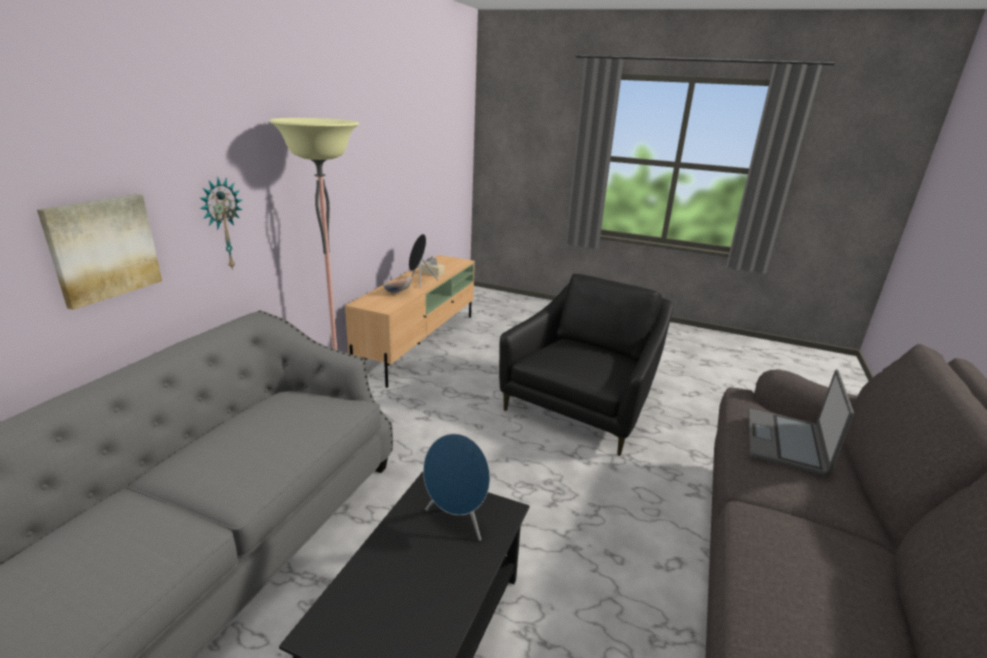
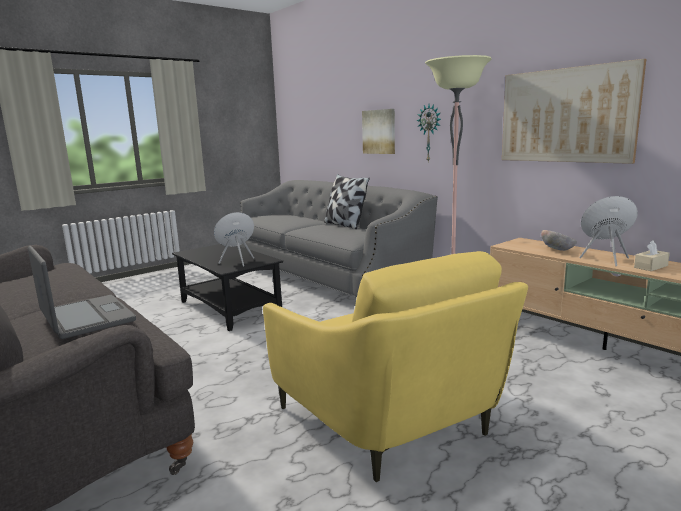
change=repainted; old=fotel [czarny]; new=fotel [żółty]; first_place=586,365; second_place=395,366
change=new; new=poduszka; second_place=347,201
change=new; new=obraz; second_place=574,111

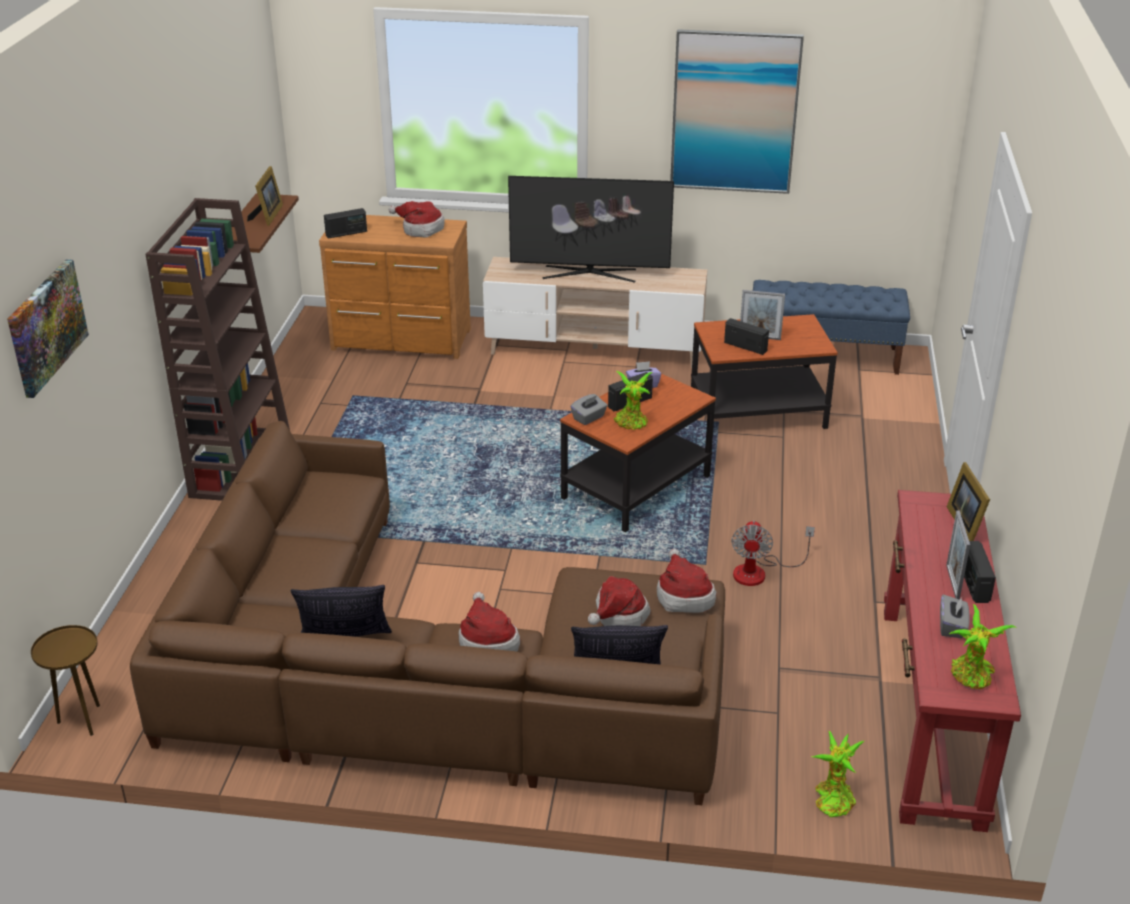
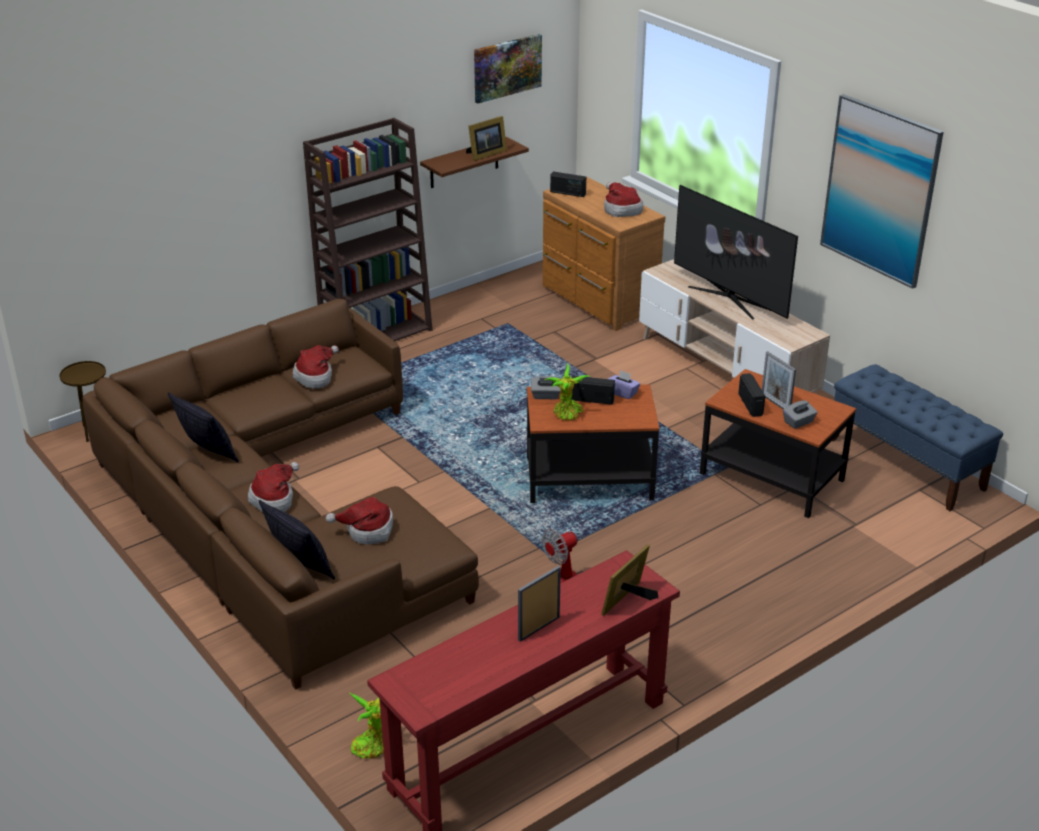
change=shifted; old=kapelusz; first_place=686,581; second_place=316,367
change=shifted; old=obraz; first_place=48,328; second_place=508,68
change=shifted; old=pudełko chusteczek [szary]; first_place=955,616; second_place=800,414
change=gone; old=roślina doniczkowa; first_place=983,646
change=gone; old=radio; first_place=980,572

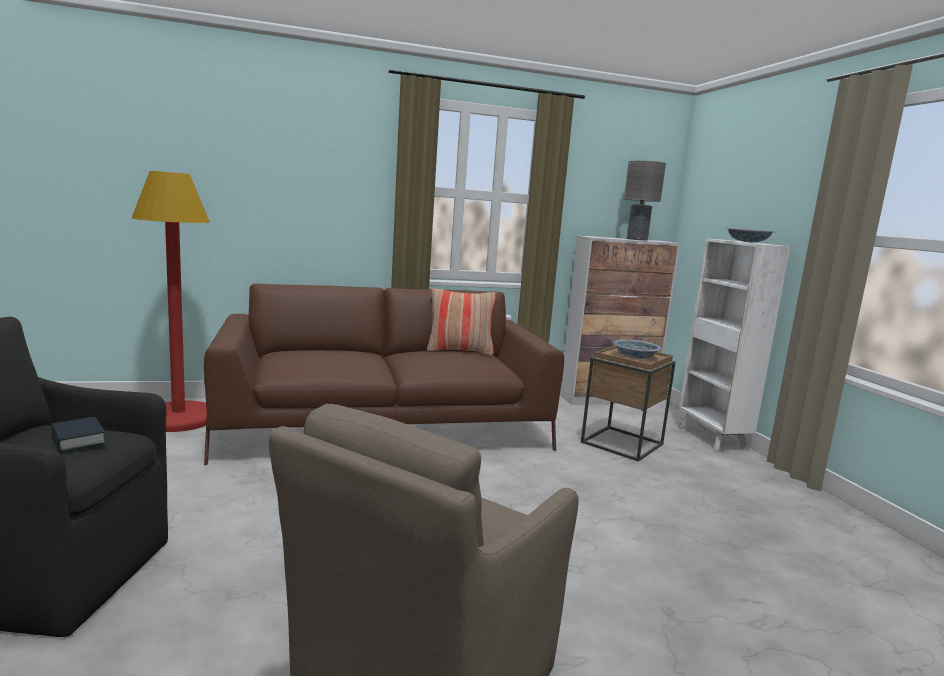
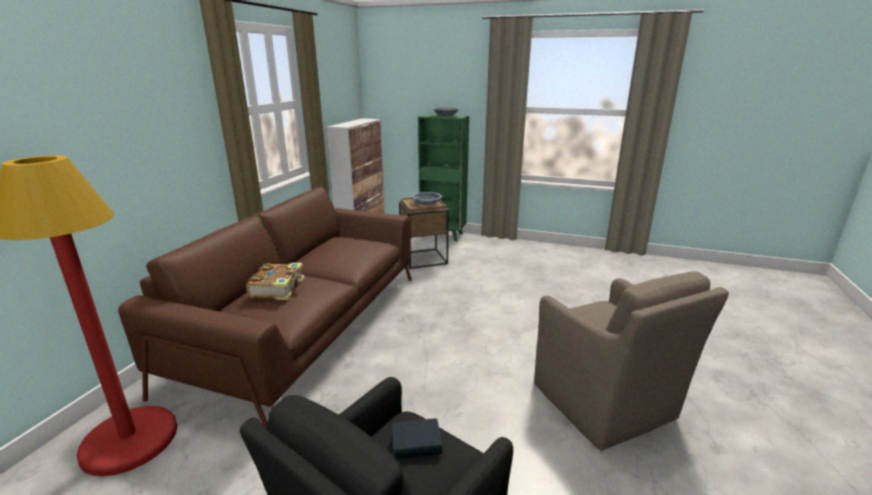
change=new; new=książka; second_place=275,281
change=repainted; old=regał [biały]; new=regał [zielony]; first_place=734,345; second_place=443,177
change=gone; old=poduszka; first_place=462,321
change=gone; old=lampa stołowa [szary]; first_place=645,201

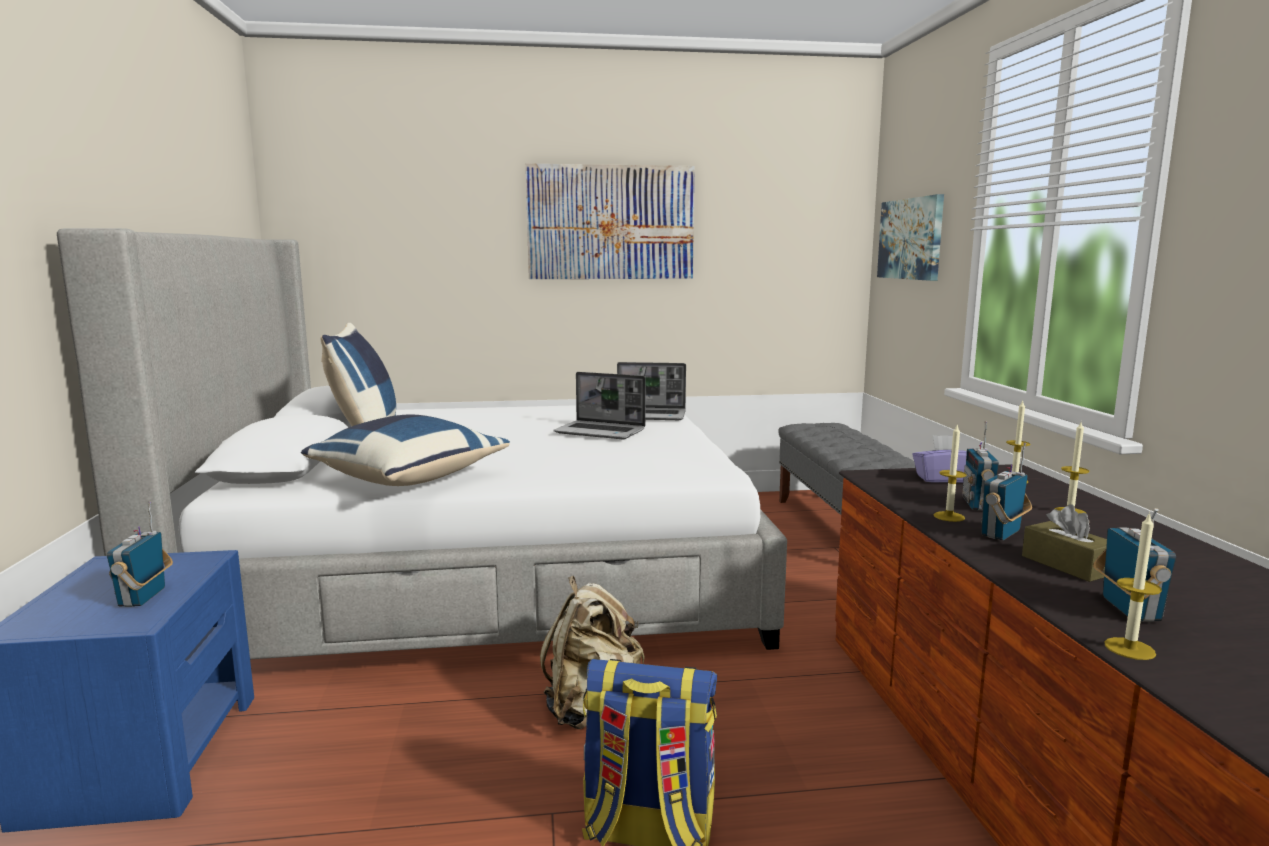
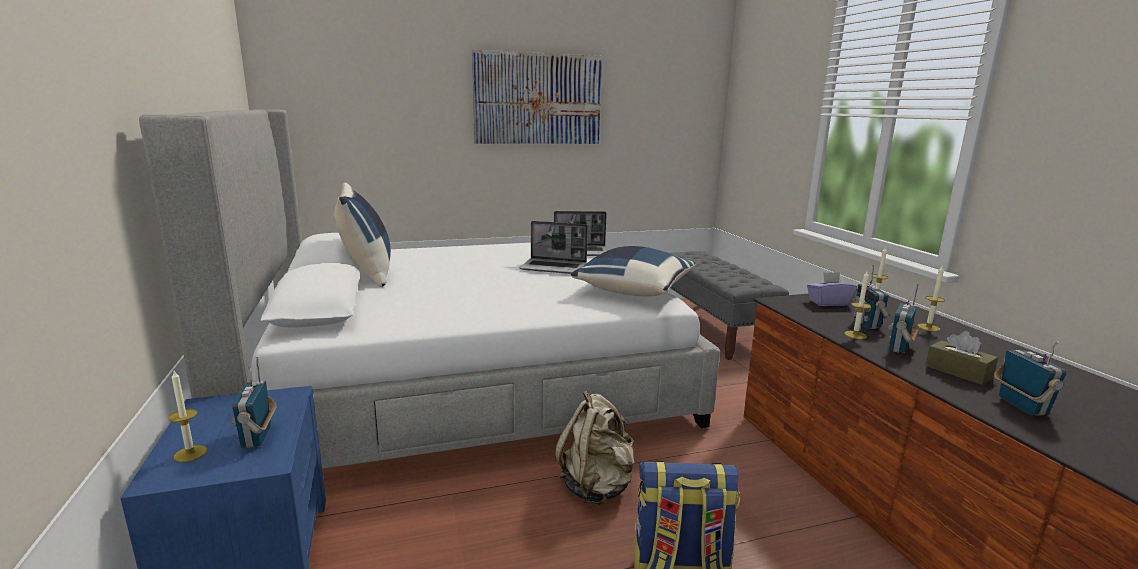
change=shifted; old=świeca; first_place=1133,586; second_place=187,416
change=shifted; old=poduszka [niebieski]; first_place=405,450; second_place=633,271
change=gone; old=obraz; first_place=910,237

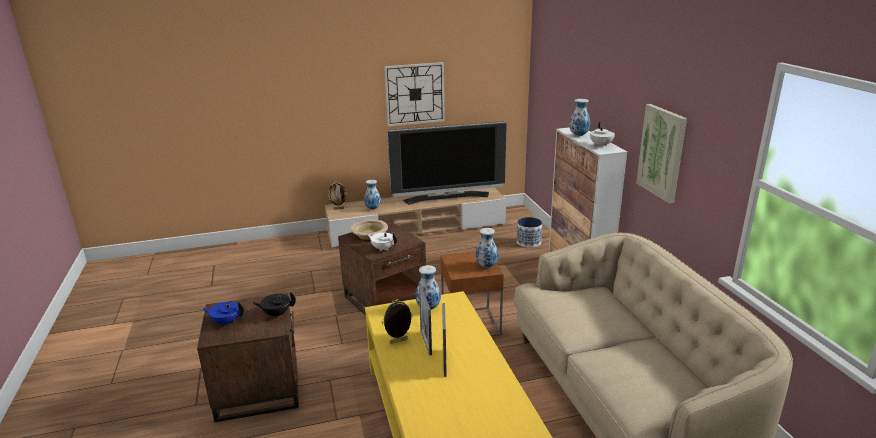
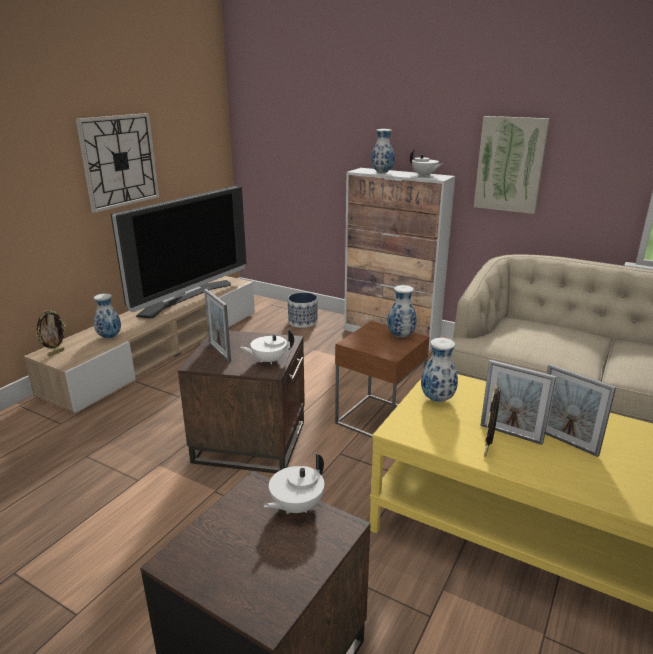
change=swapped; old=miska [beżowy]; new=ramka na zdjęcie; first_place=369,229; second_place=217,325
change=repainted; old=imbryk [czarny]; new=imbryk [biały]; first_place=274,305; second_place=294,484
change=gone; old=imbryk [niebieski]; first_place=223,314

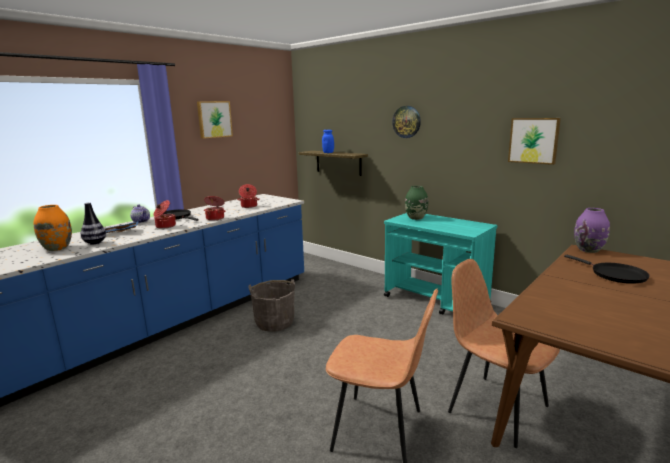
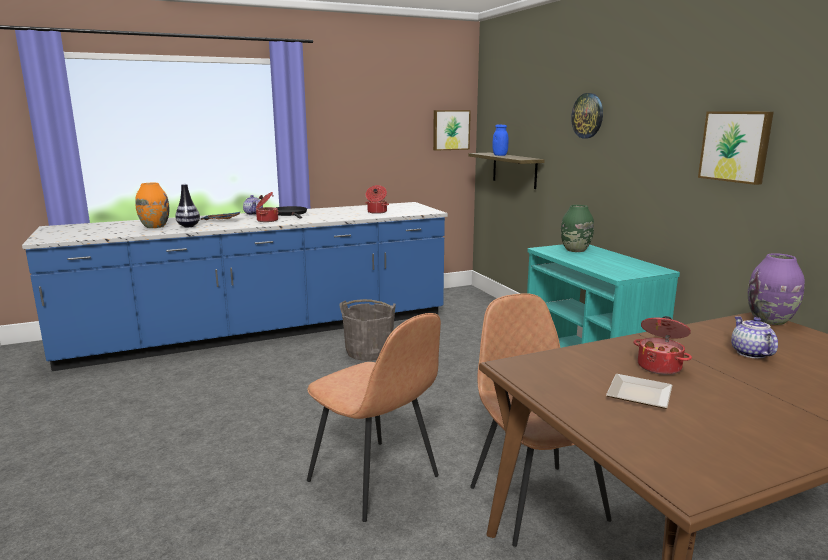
change=shifted; old=obraz; first_place=215,120; second_place=452,130
change=new; new=talerz; second_place=639,391
change=shifted; old=garnek; first_place=214,208; second_place=662,345
change=swapped; old=patelnia [czarny]; new=imbryk; first_place=607,269; second_place=754,337

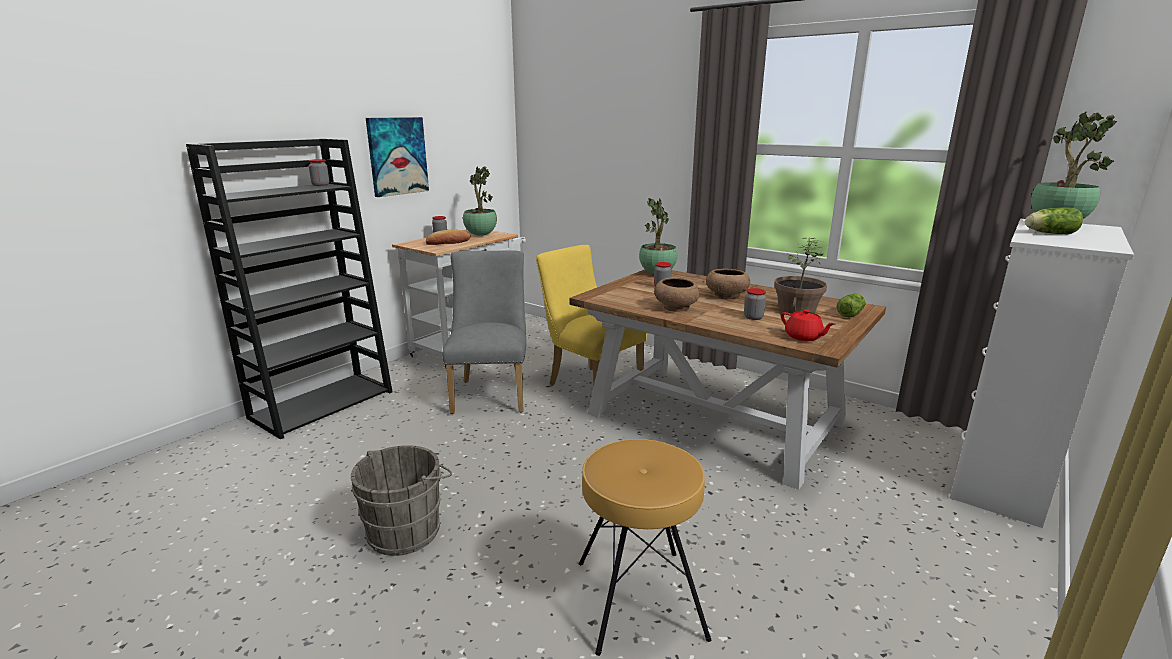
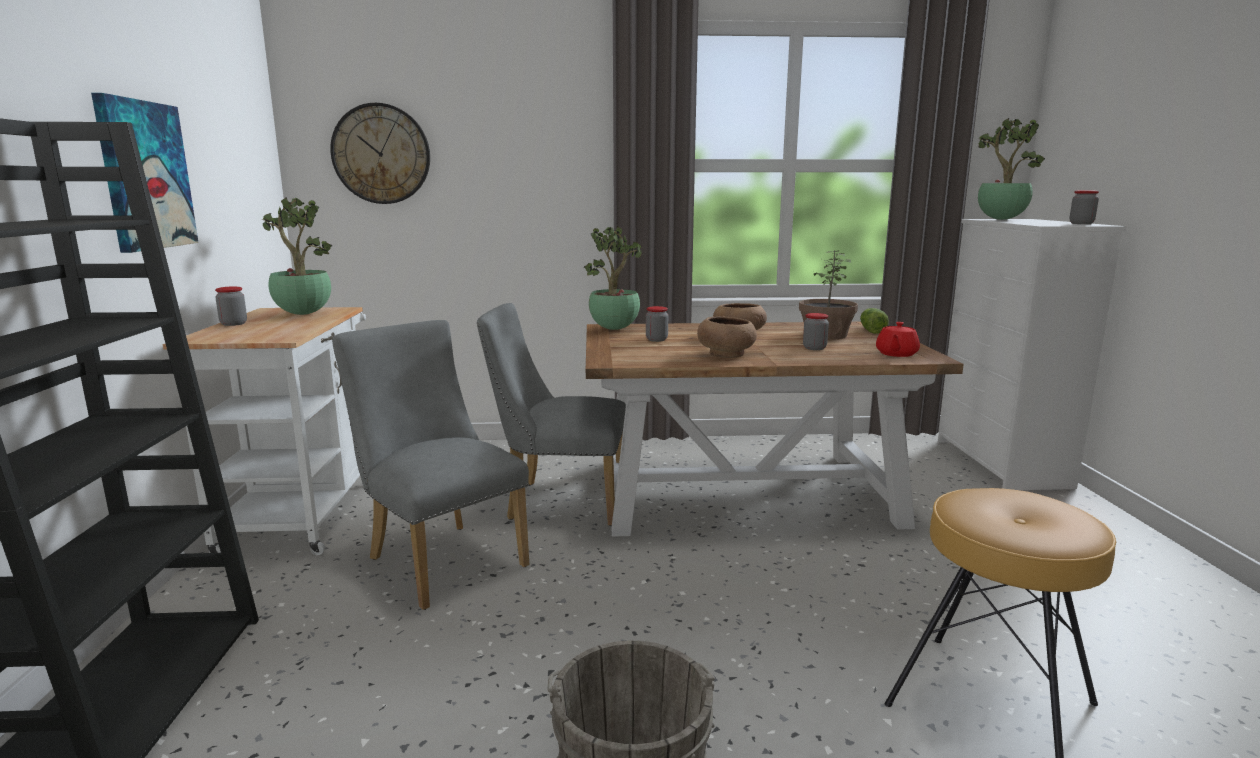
change=new; new=zegar ścienny; second_place=380,153
change=repainted; old=krzesło [żółty]; new=krzesło [szary]; first_place=591,316; second_place=551,414
change=rotated; old=imbryk [czerwony]; first_place=808,325; second_place=898,339; degrees=105
change=shifted; old=słoik; first_place=319,172; second_place=1084,207
change=gone; old=chleb; first_place=448,237
change=gone; old=sałata; first_place=1054,220

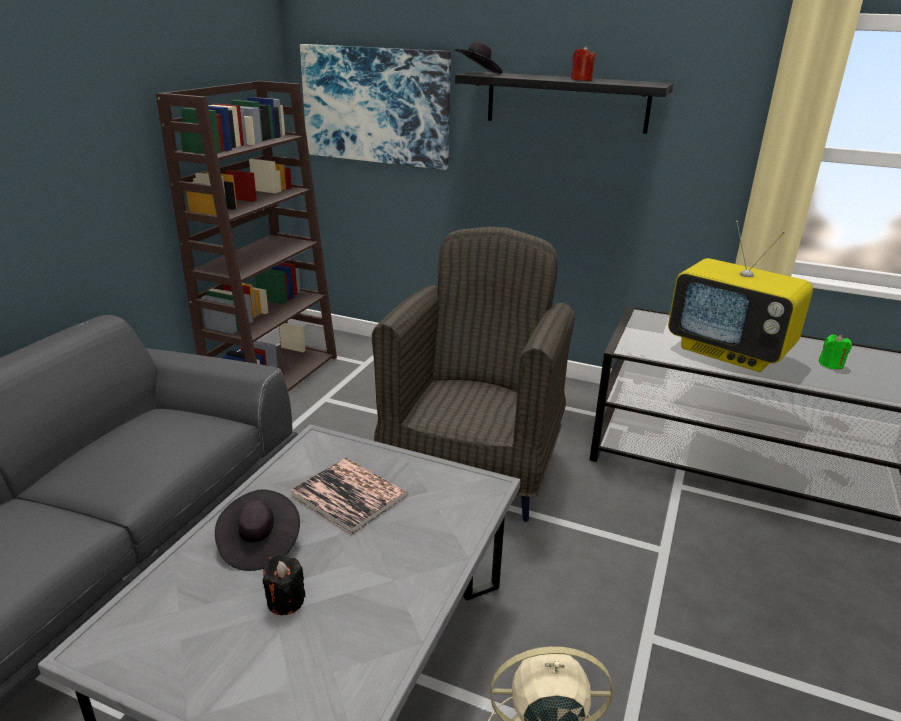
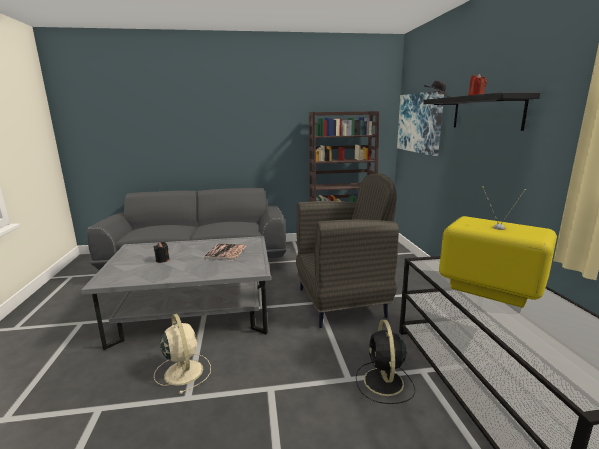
change=new; new=wentylator [czarny]; second_place=385,362
change=rotated; old=telewizor; first_place=740,296; second_place=498,247; degrees=120
change=gone; old=kapelusz [czarny]; first_place=257,530
change=gone; old=świeca [zielony]; first_place=835,352

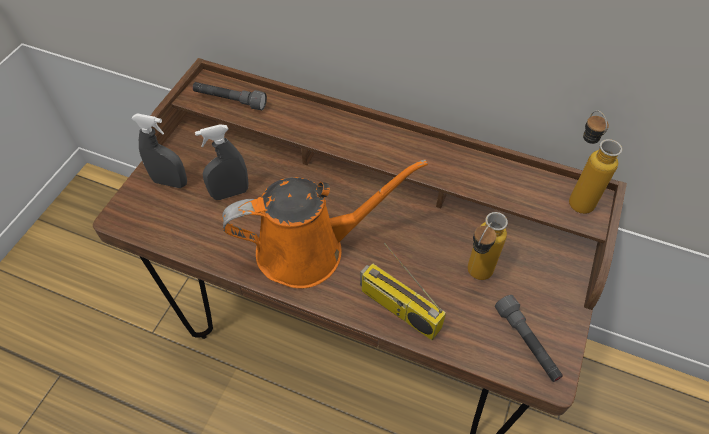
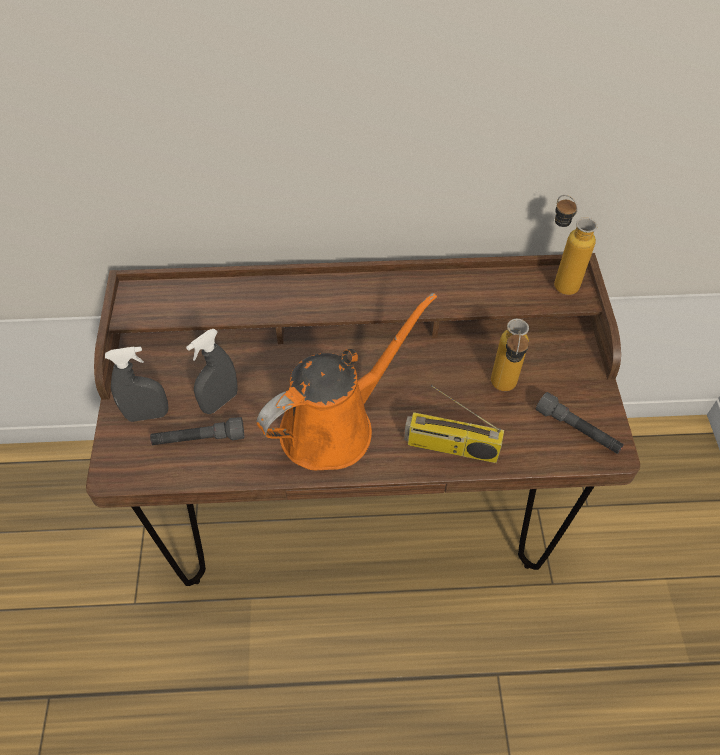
change=shifted; old=latarka [szary]; first_place=229,96; second_place=197,431

